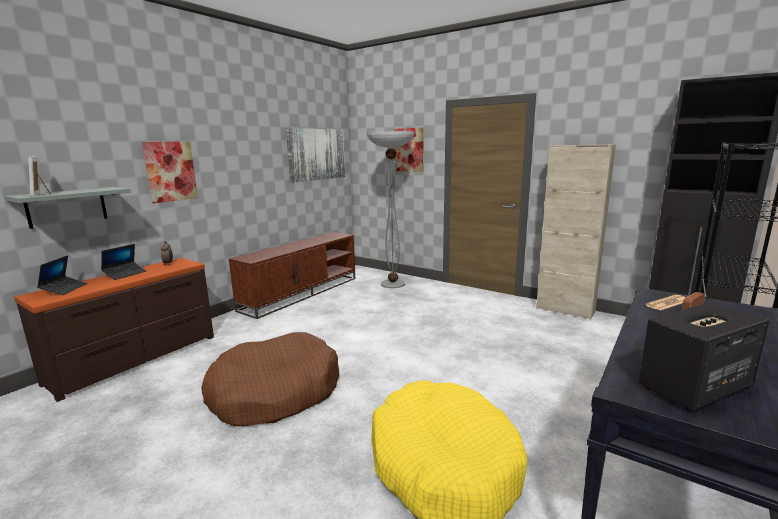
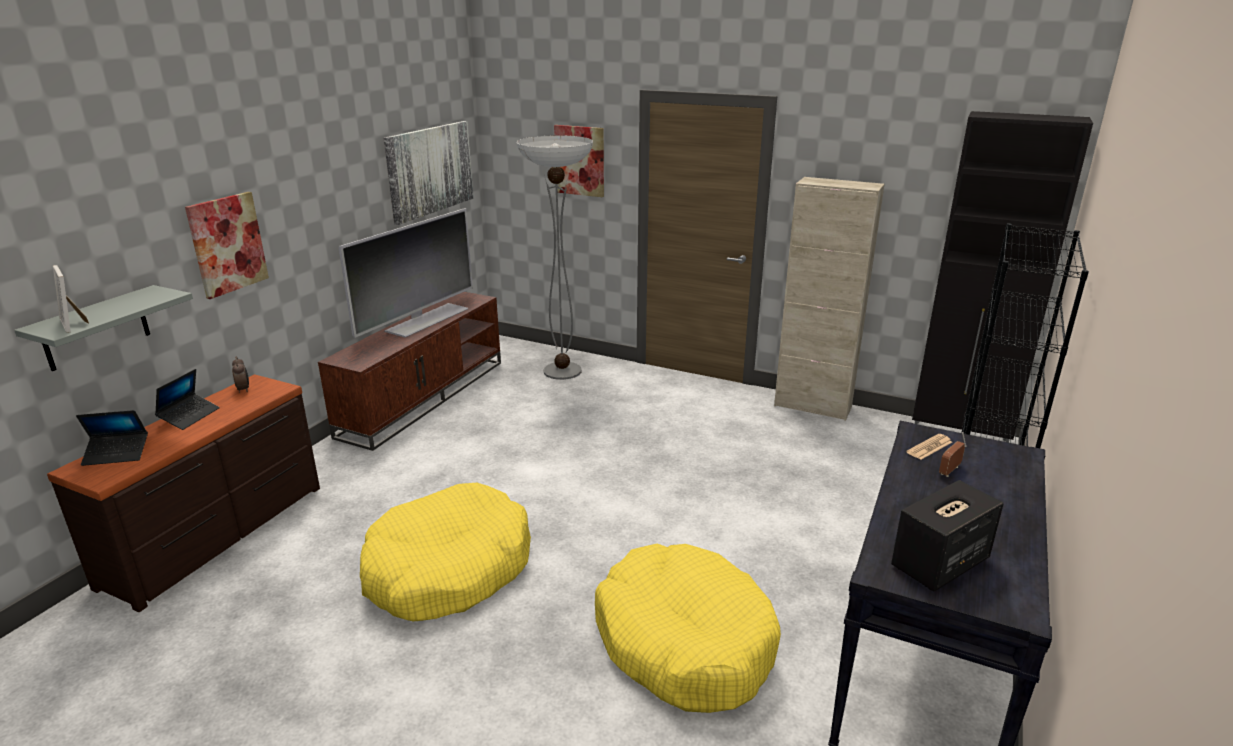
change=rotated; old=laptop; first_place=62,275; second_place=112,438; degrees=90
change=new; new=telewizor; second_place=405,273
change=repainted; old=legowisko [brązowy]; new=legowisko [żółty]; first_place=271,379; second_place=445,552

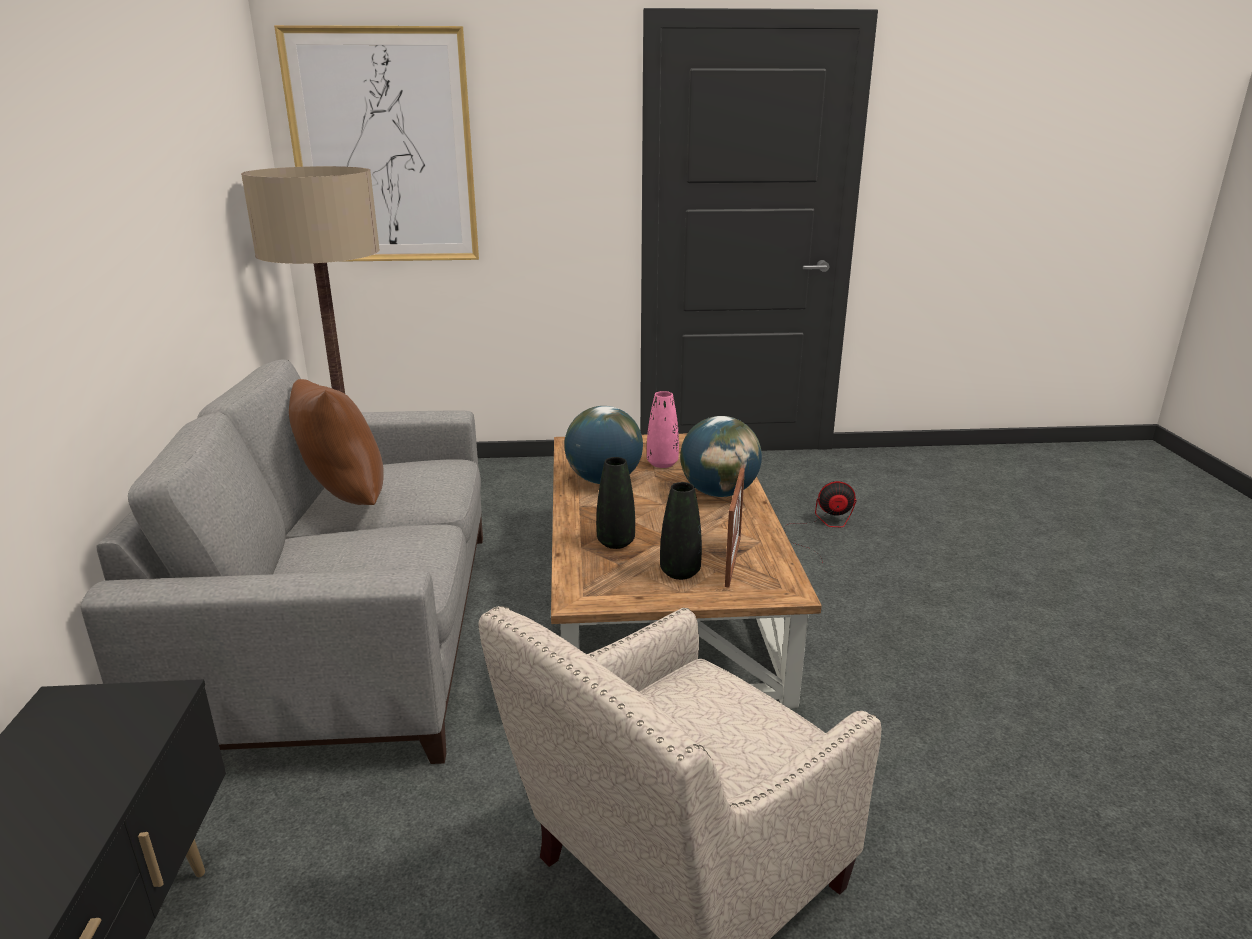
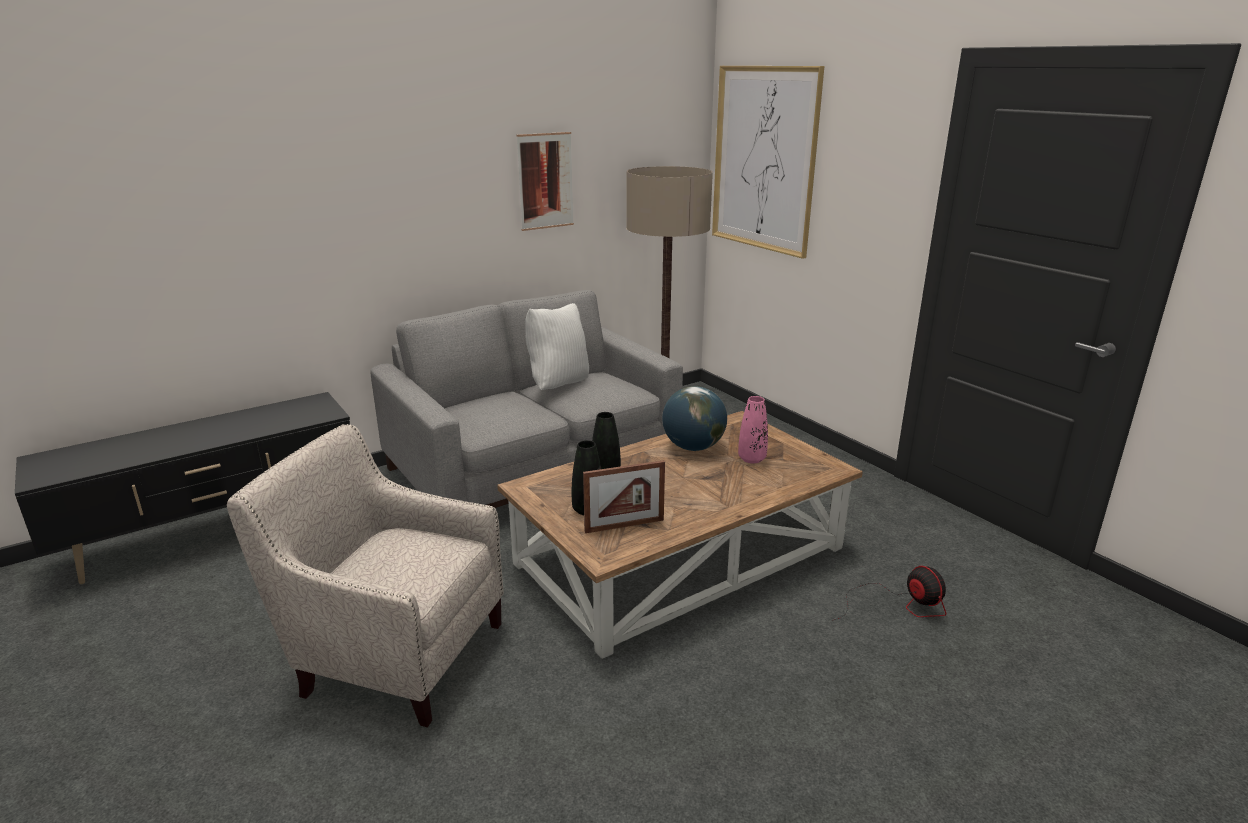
change=new; new=obraz; second_place=545,181
change=repainted; old=poduszka [brązowy]; new=poduszka [biały]; first_place=336,442; second_place=557,346
change=gone; old=globus; first_place=721,456

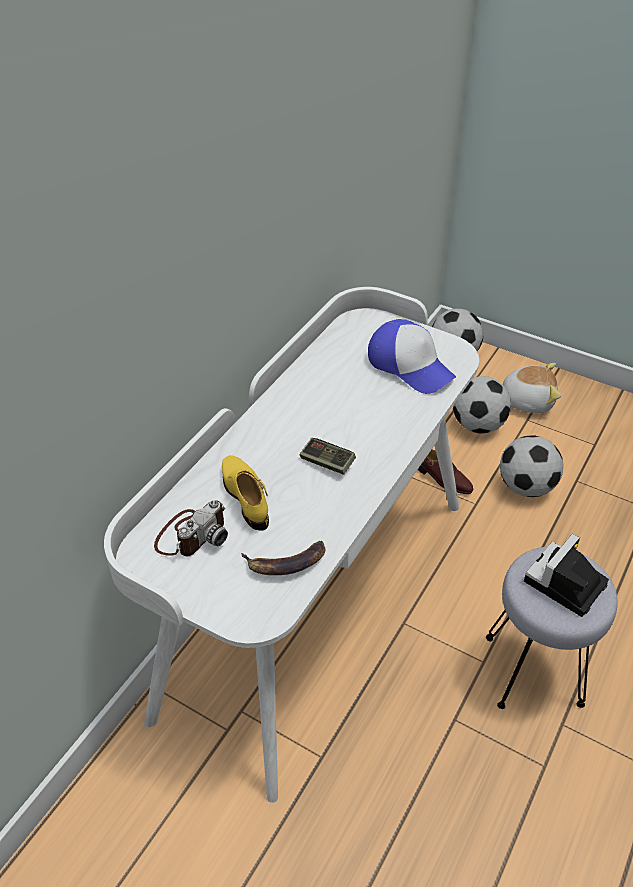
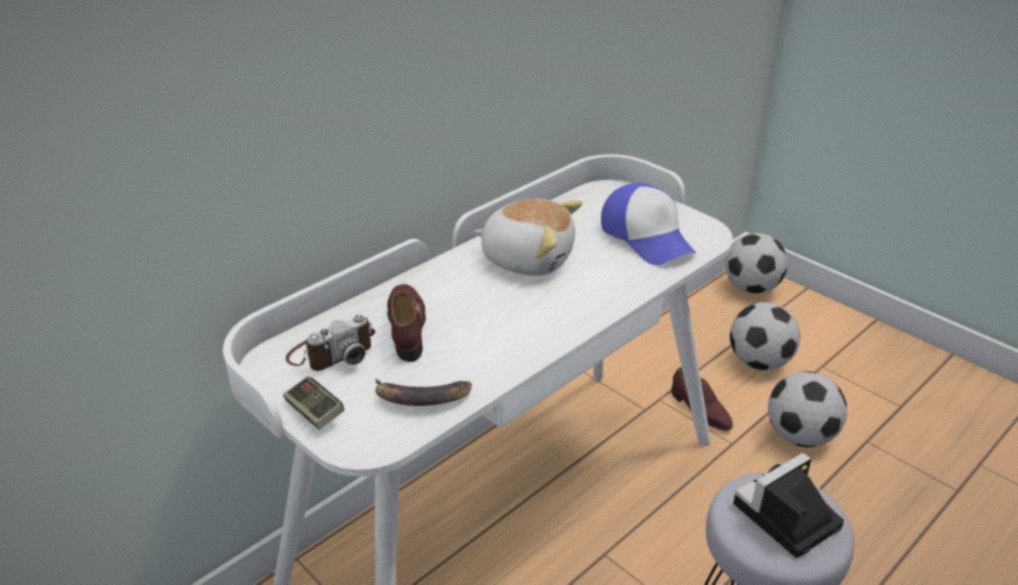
change=shifted; old=pad do gier; first_place=328,456; second_place=314,403
change=repainted; old=but [żółty]; new=but [brązowy]; first_place=245,493; second_place=406,323
change=shifted; old=pluszak; first_place=532,388; second_place=527,237

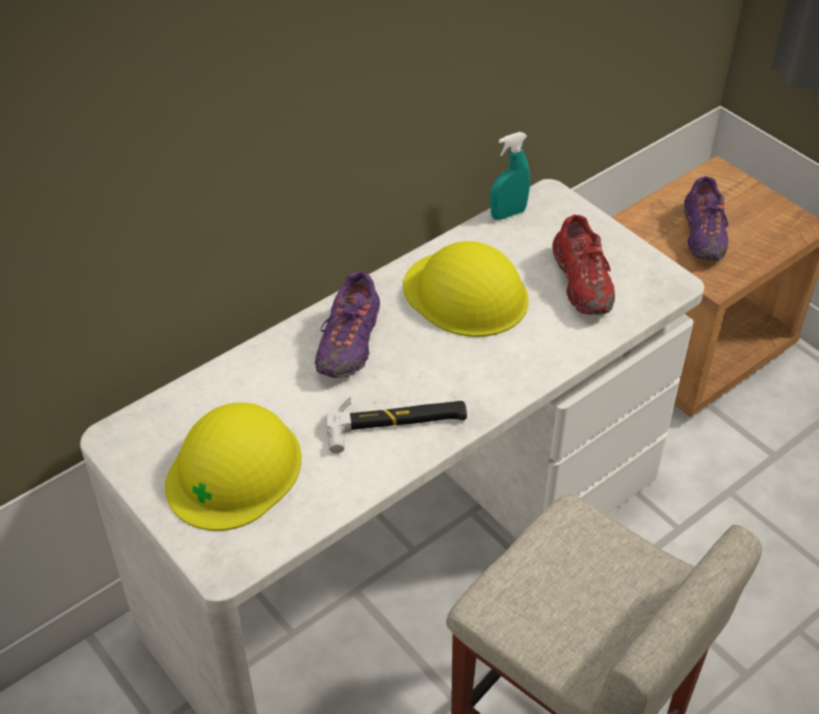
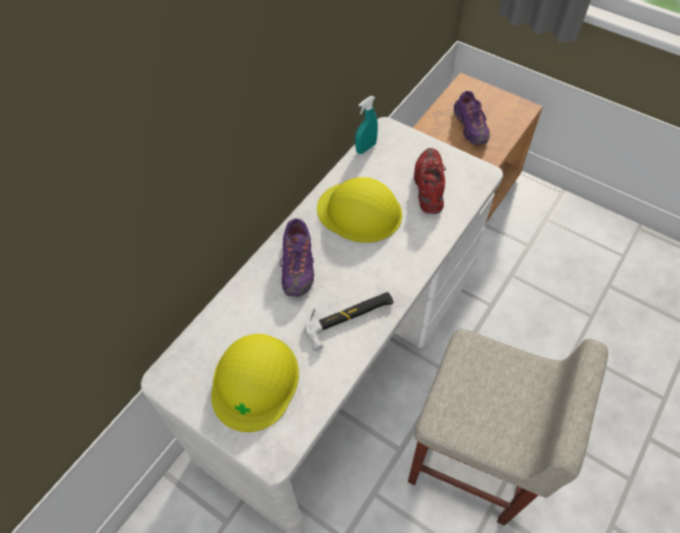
change=rotated; old=but [czerwony]; first_place=583,264; second_place=430,181; degrees=-150

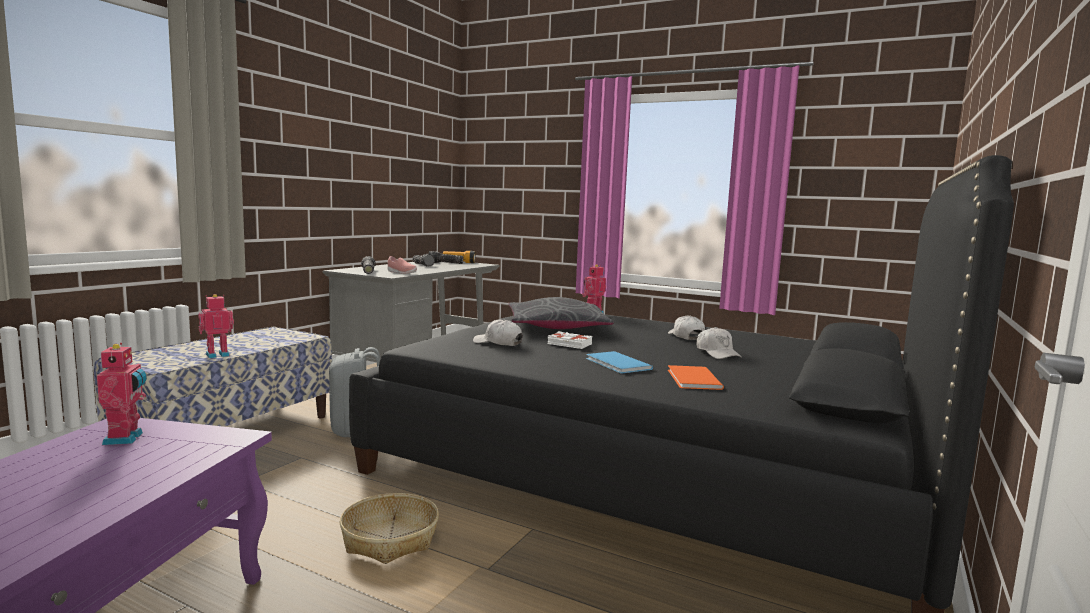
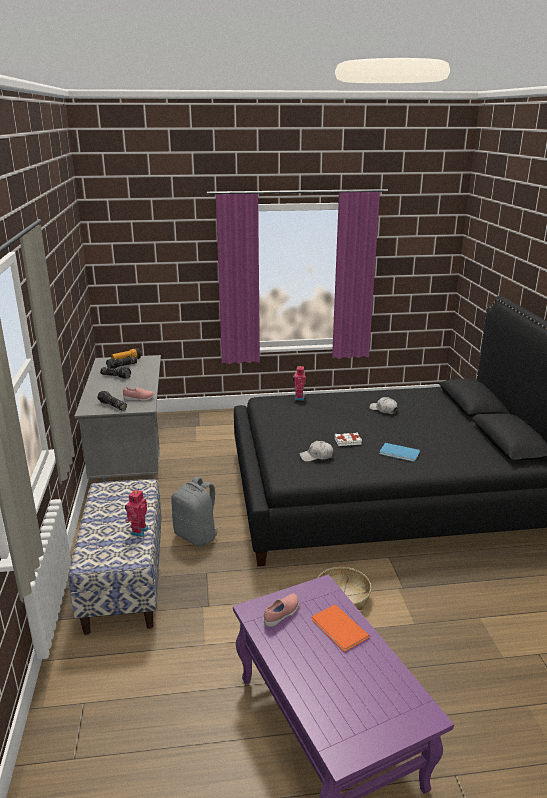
change=swapped; old=robot zabawkowy; new=but [różowy]; first_place=122,394; second_place=281,610
change=shifted; old=książka [pomarańczowy]; first_place=696,377; second_place=341,628
change=gone; old=poduszka [szary]; first_place=561,313
change=gone; old=czapka z daszkiem [biały]; first_place=719,343

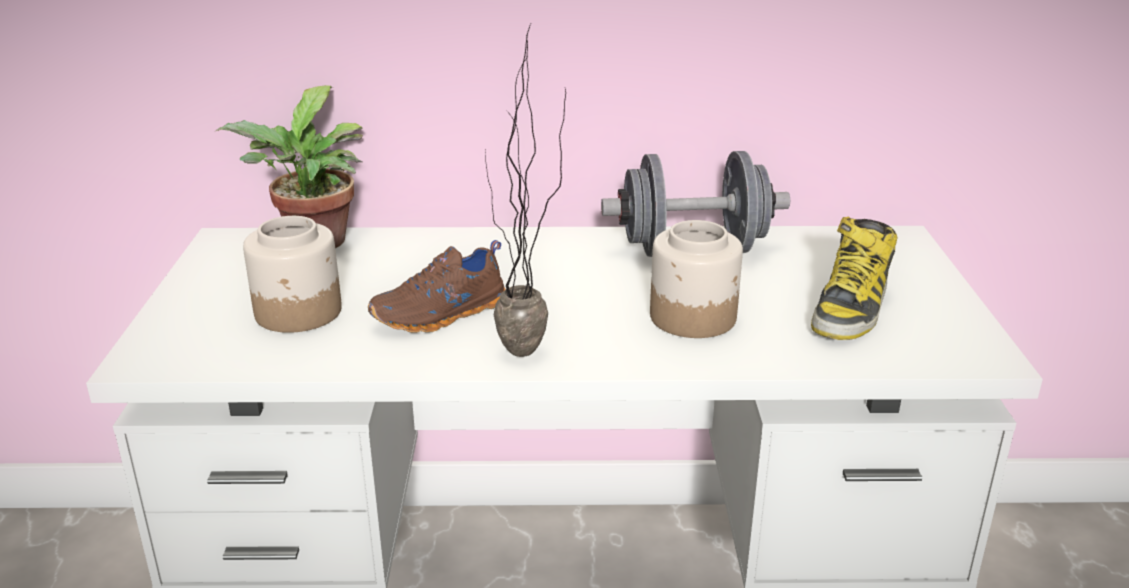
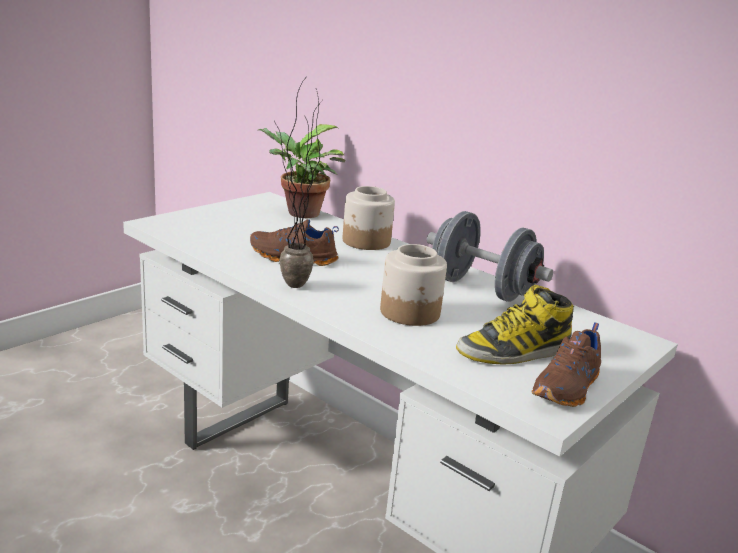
change=shifted; old=słoik; first_place=292,274; second_place=369,218
change=new; new=but [brązowy]; second_place=566,364

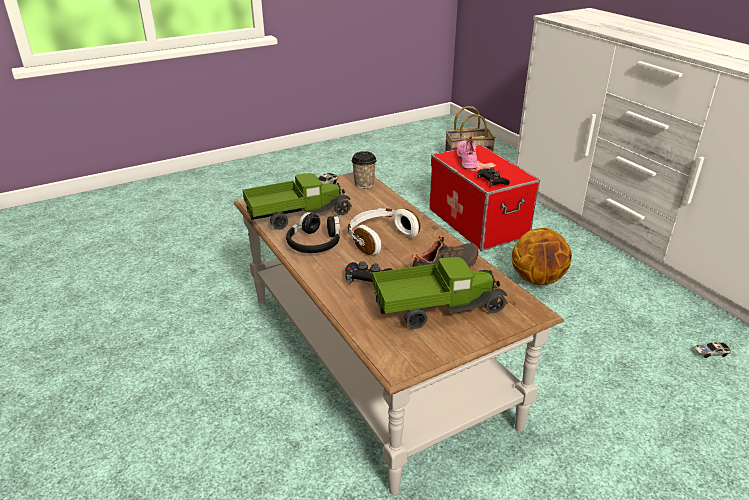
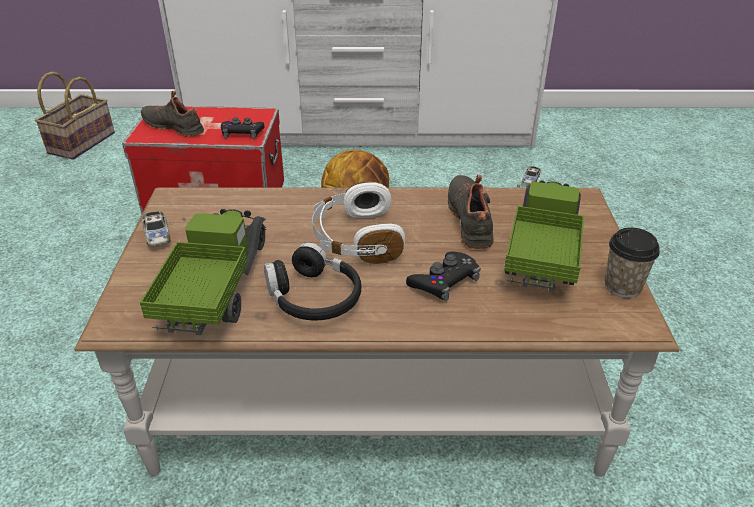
change=repainted; old=but [różowy]; new=but [czarny]; first_place=467,152; second_place=172,114
change=shifted; old=filiżanka; first_place=364,169; second_place=632,262

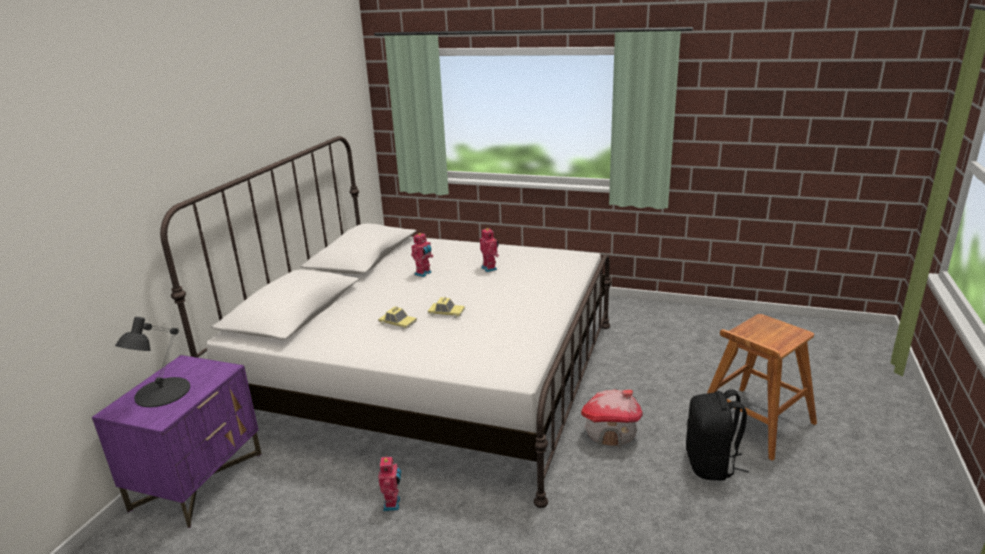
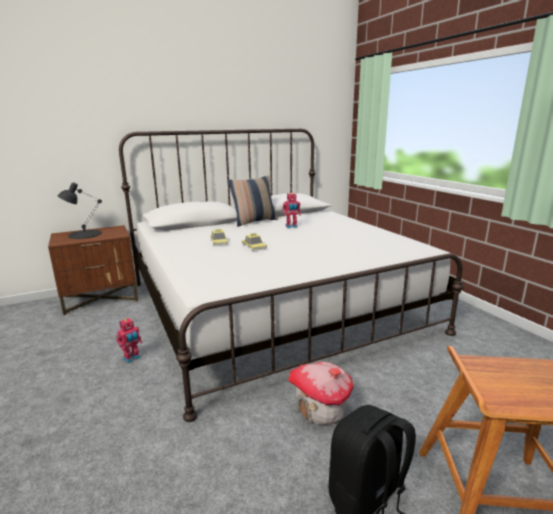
change=repainted; old=szafka nocna [fioletowy]; new=szafka nocna [brązowy]; first_place=177,441; second_place=93,270
change=new; new=poduszka; second_place=253,201
change=gone; old=robot zabawkowy; first_place=489,250

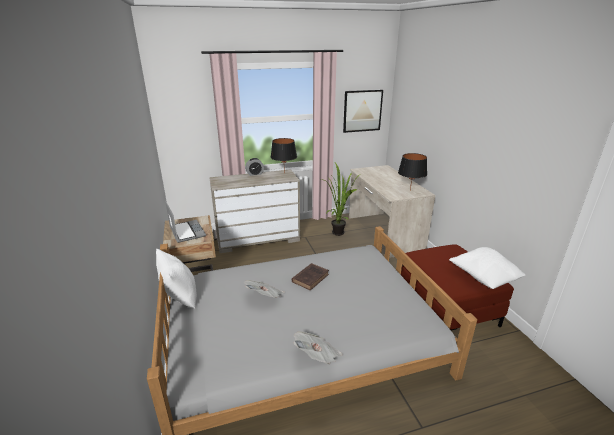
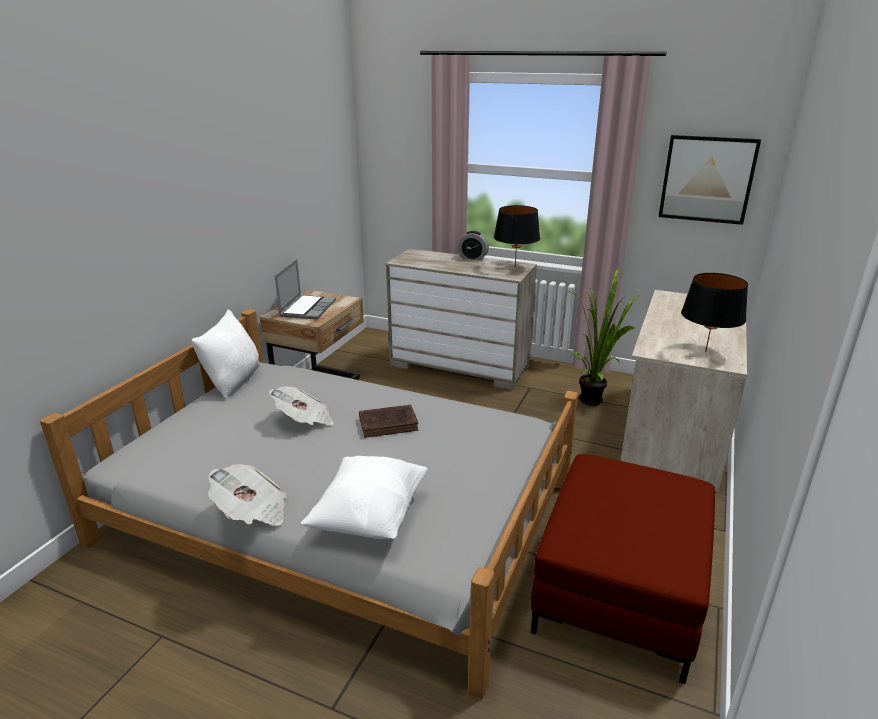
change=shifted; old=poduszka [biały]; first_place=487,268; second_place=364,497

